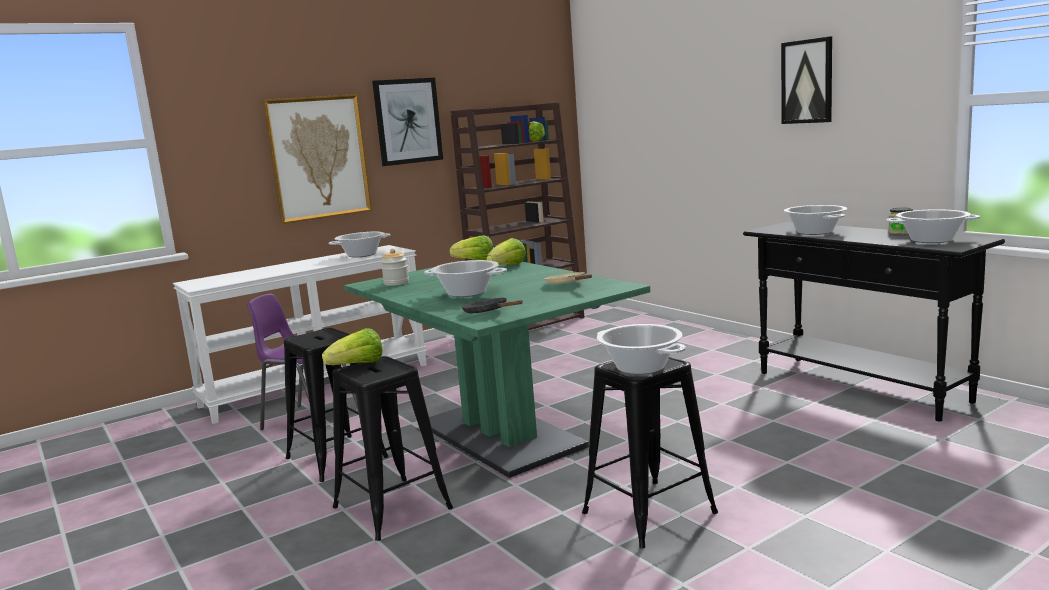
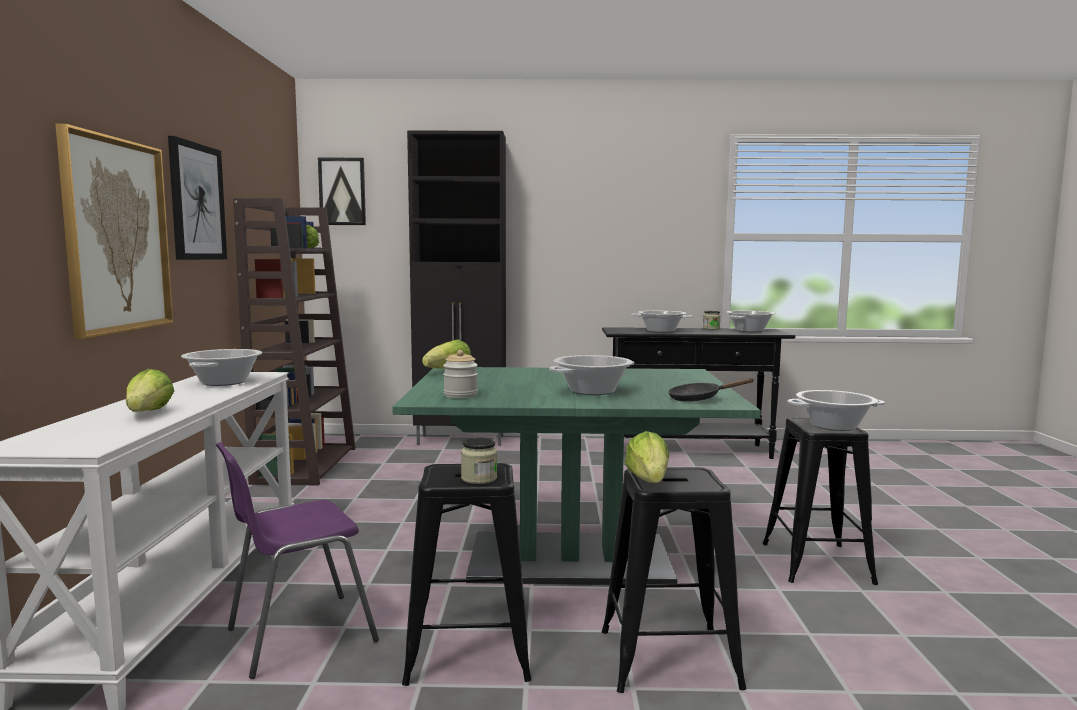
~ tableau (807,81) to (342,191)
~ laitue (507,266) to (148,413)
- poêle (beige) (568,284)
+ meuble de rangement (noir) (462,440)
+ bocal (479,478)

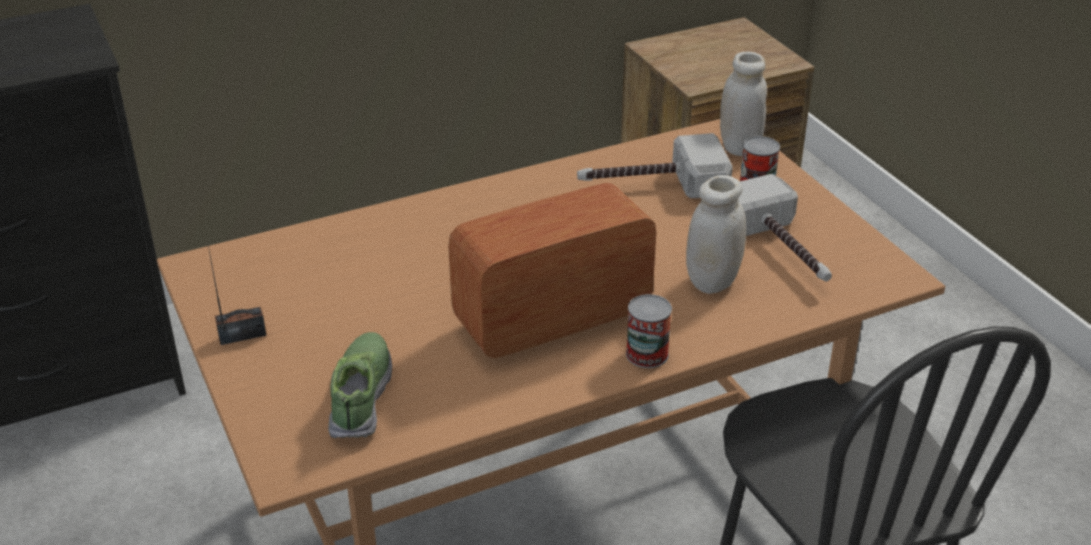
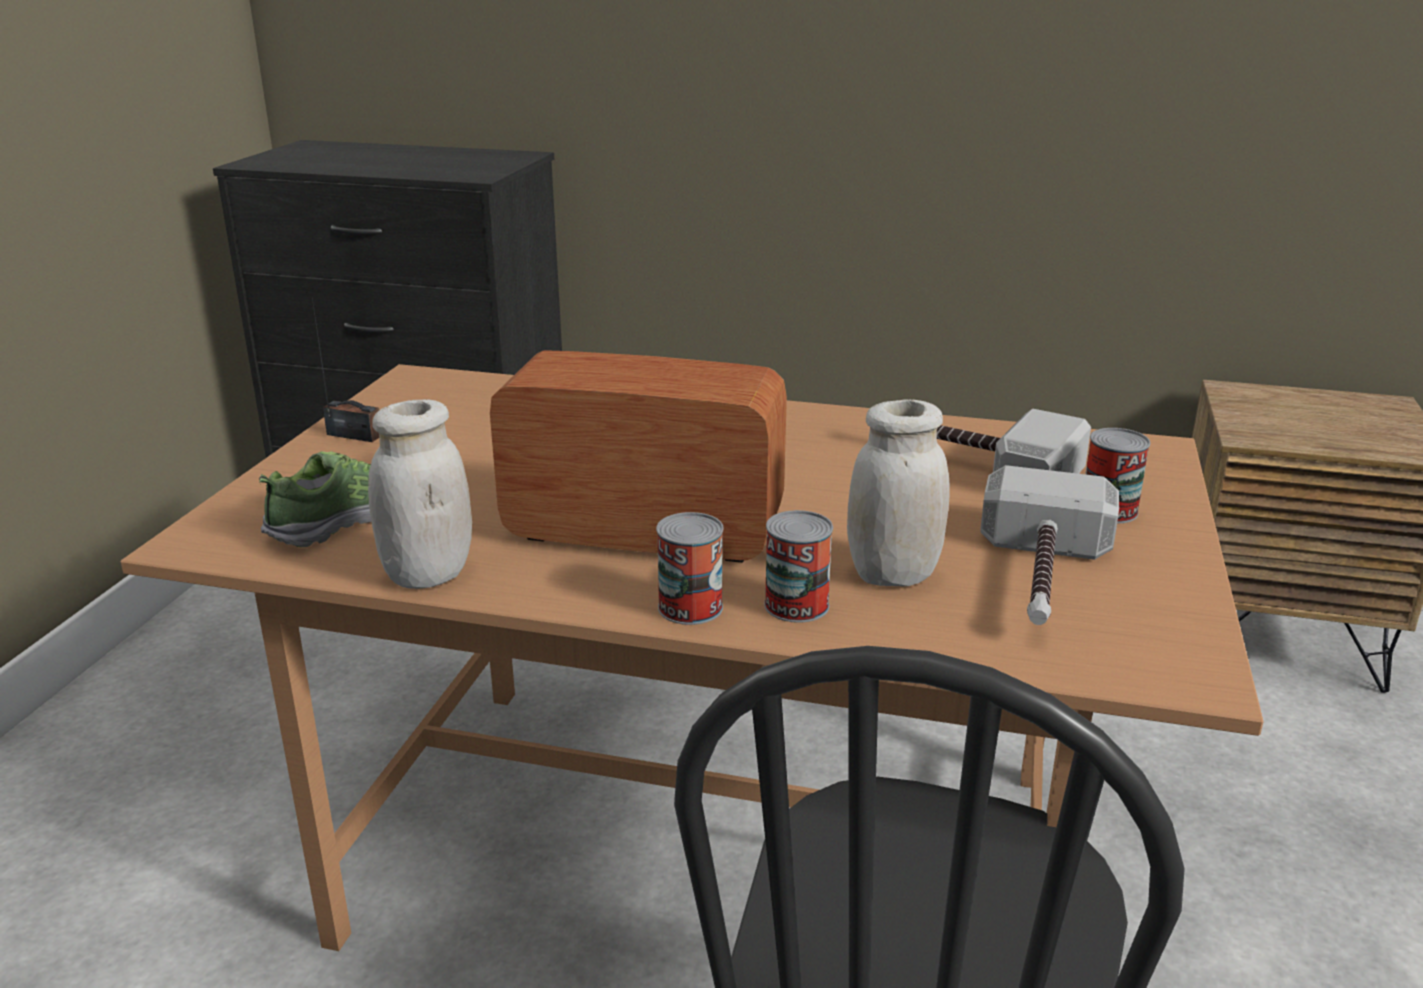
~ bocal (blanc) (739,147) to (428,574)
+ boîte métallique (796,605)

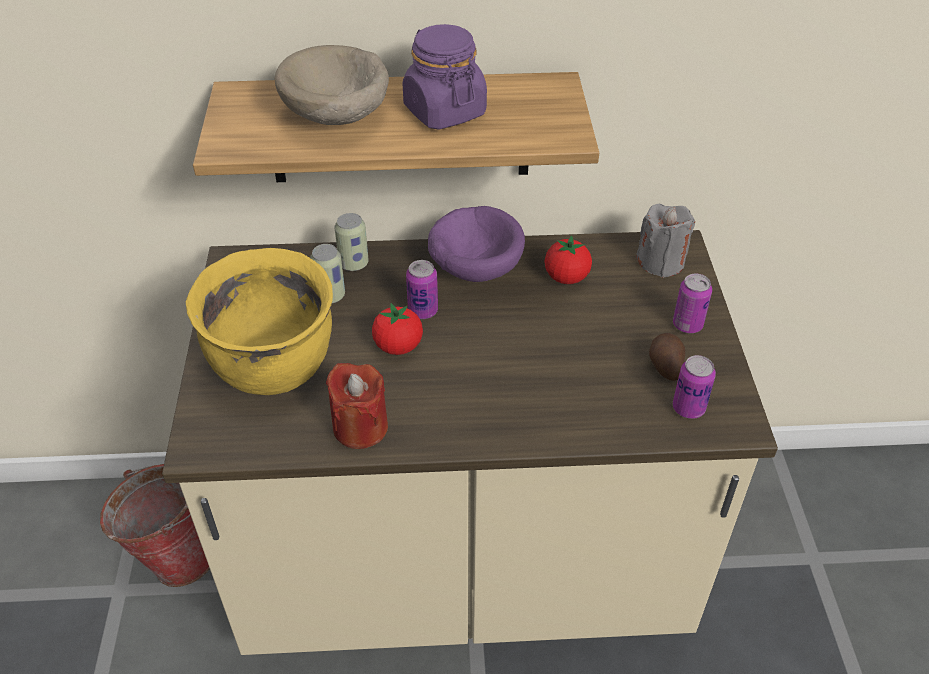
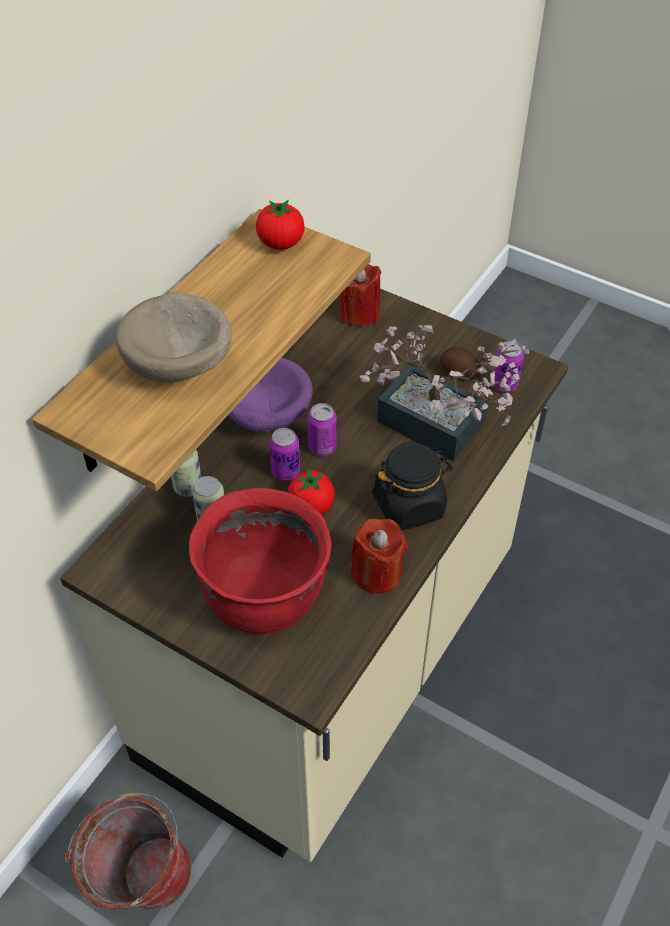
- bocal (violet) (444,111)
~ bougie (gris) (661,262) to bougie (rouge) (359,313)
~ tomate (566,277) to (281,243)
~ marmite (jaune) (275,367) to marmite (rouge) (264,597)
~ boîte métallique (687,325) to (322,447)
+ plante en pot (440,429)
+ bocal (noir) (409,505)

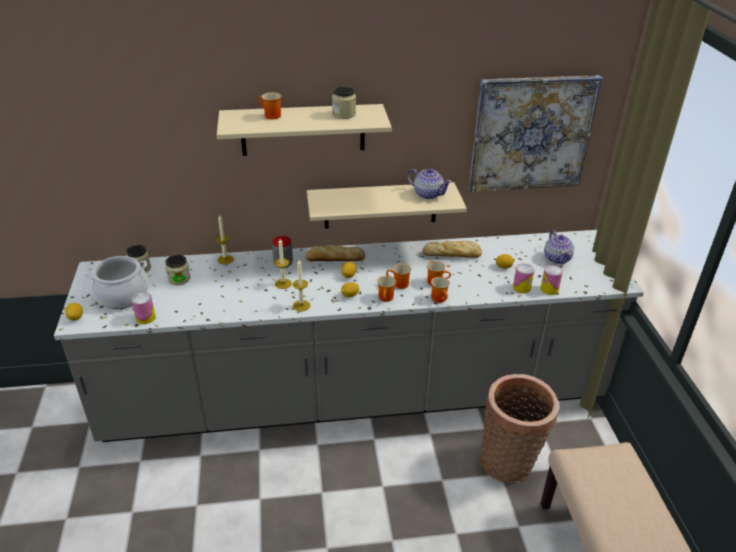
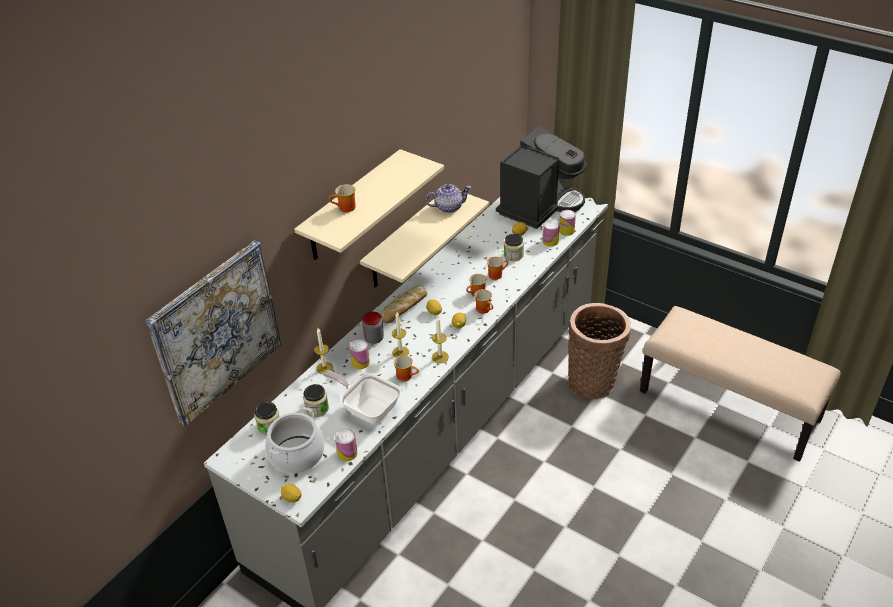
~ tableau (531,134) to (216,331)
~ bocal (344,114) to (513,255)
~ théière (557,258) to machine à café (540,205)
- pain (452,254)
~ mug (440,299) to (406,376)
+ boîte métallique (360,362)
+ poêle (368,408)

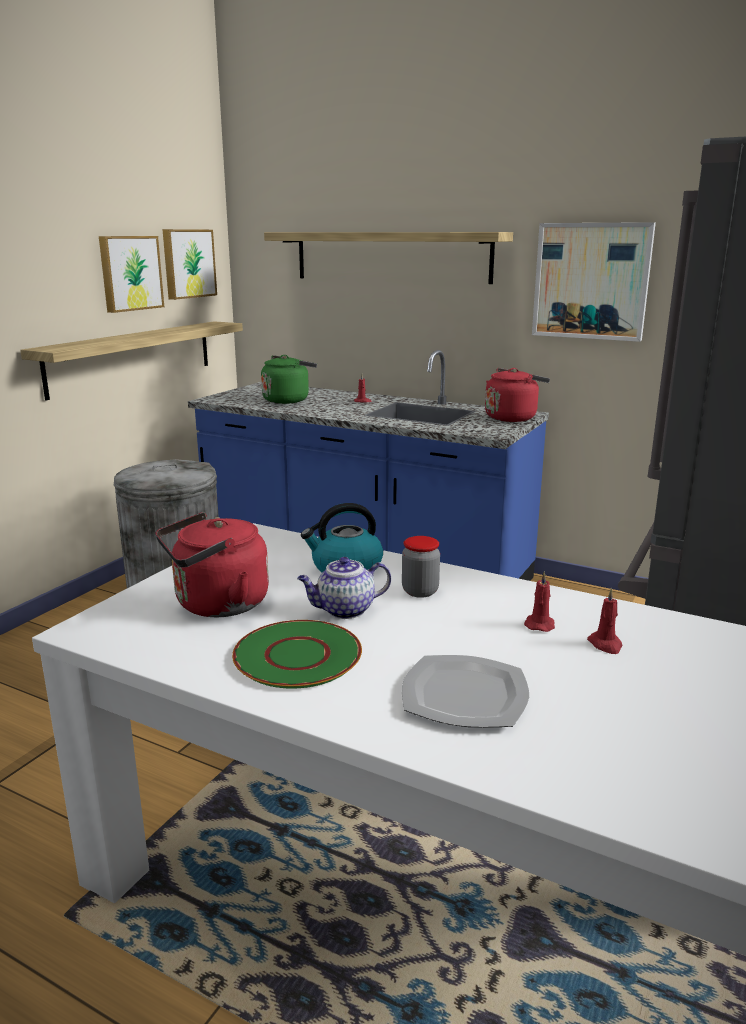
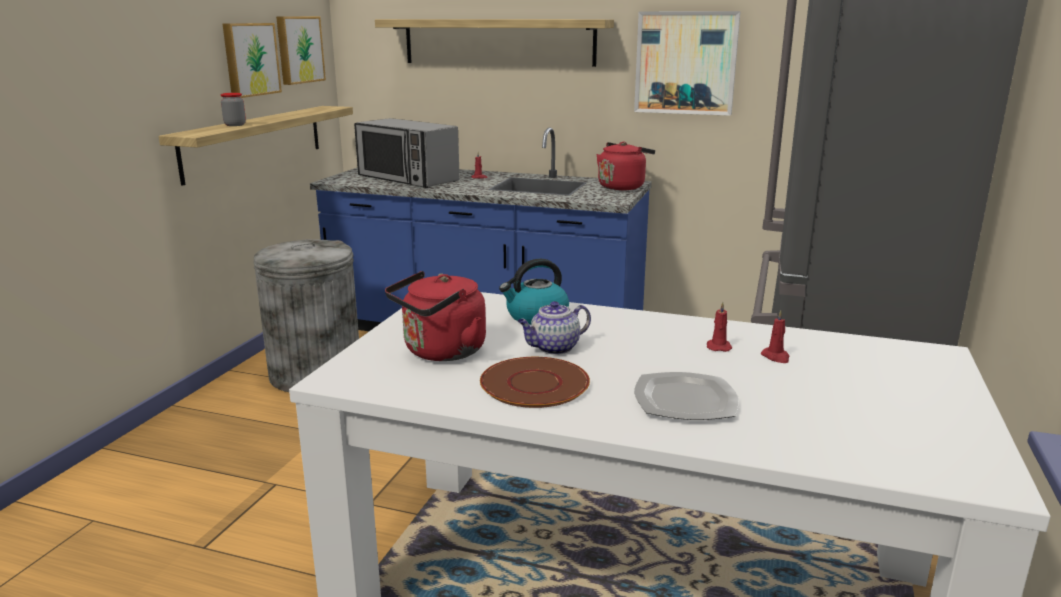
~ bouilloire (vert) (288,400) to micro-ondes (407,179)
~ bocal (420,591) to (235,125)
~ assiette (vert) (297,656) to assiette (marron) (534,384)

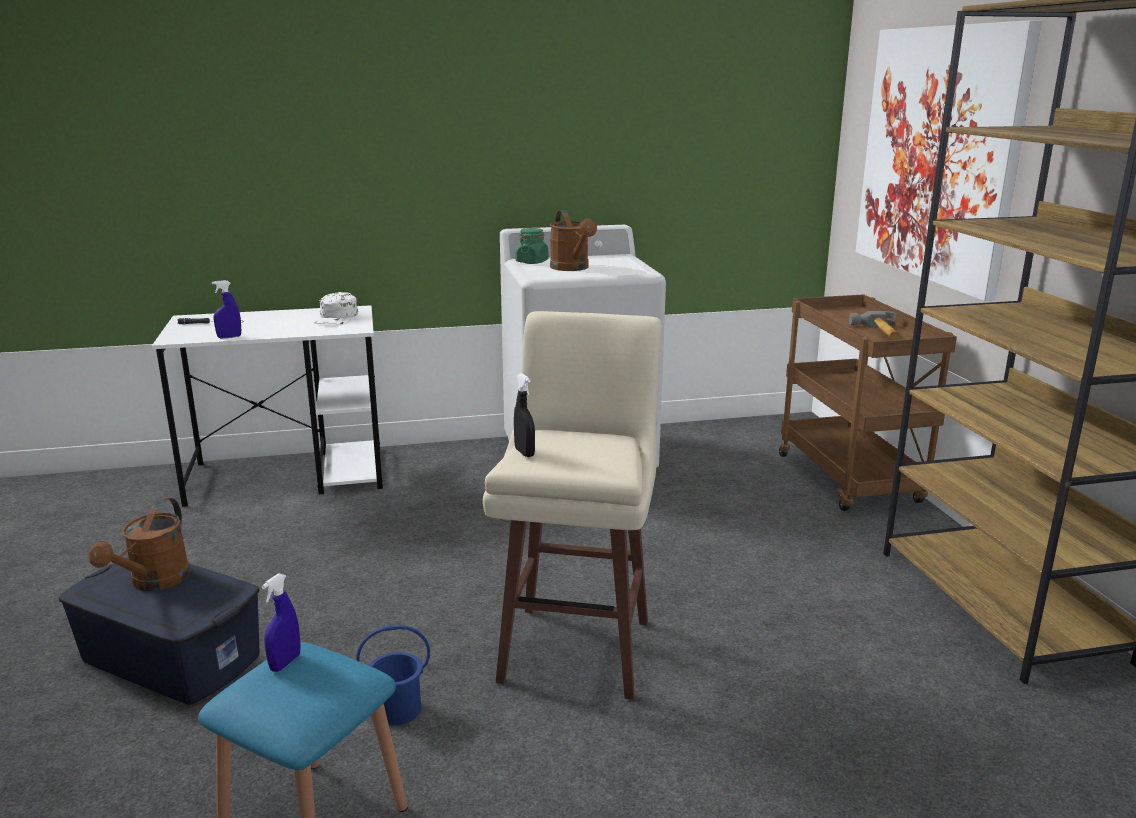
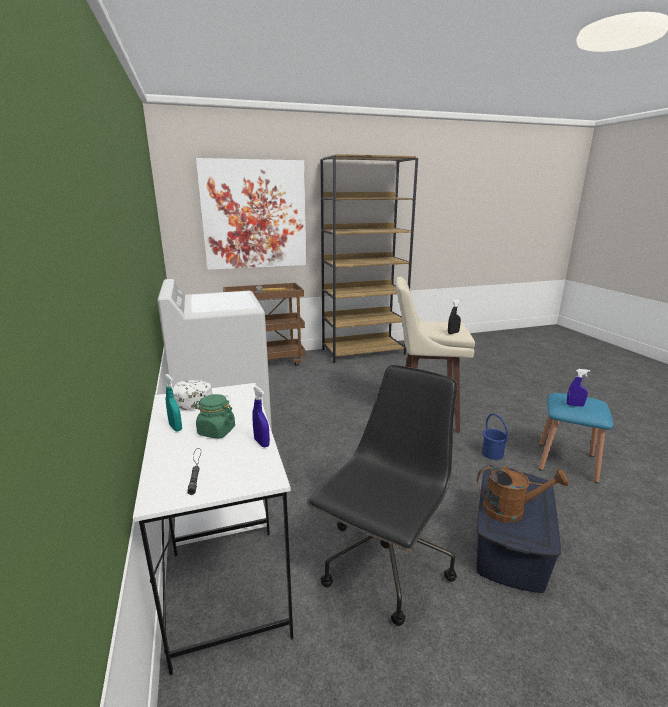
- arrosoir (marron) (572,268)
~ bocal (vert) (532,262) to (216,431)
+ chaise de bureau (noir) (384,566)
+ vaporisateur (turquoise) (175,427)

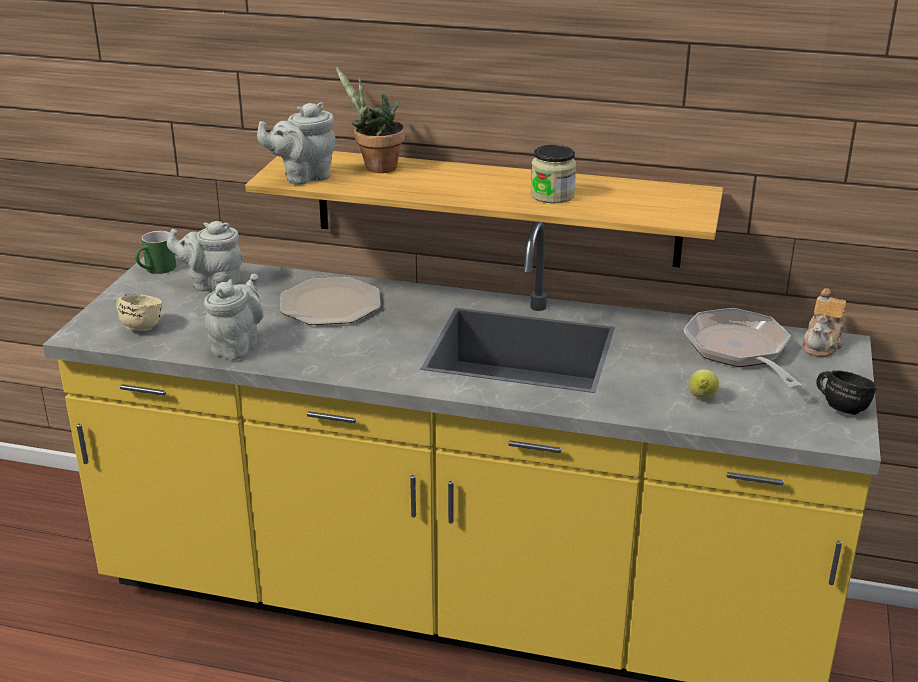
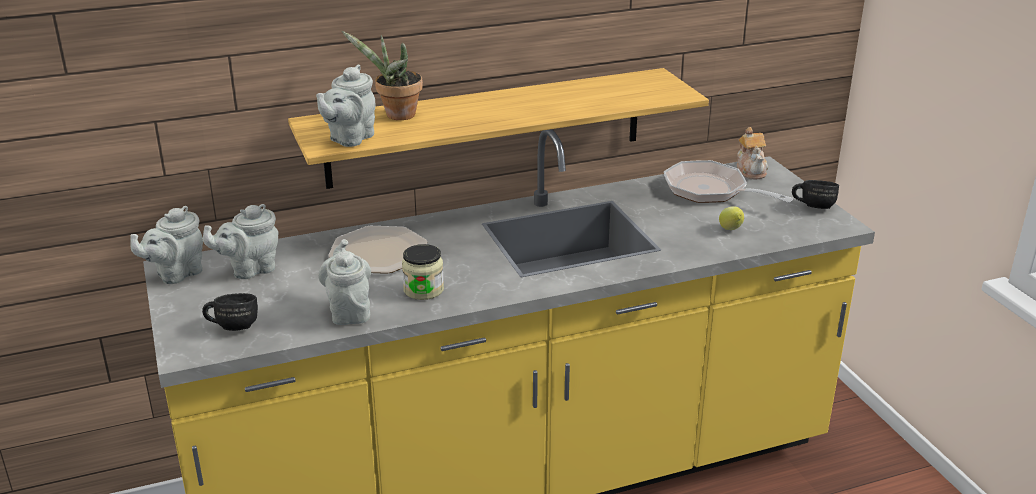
~ bocal (552,195) to (423,290)
~ mug (vert) (156,270) to théière (gris) (176,274)
~ mug (beige) (139,325) to mug (noir) (233,326)

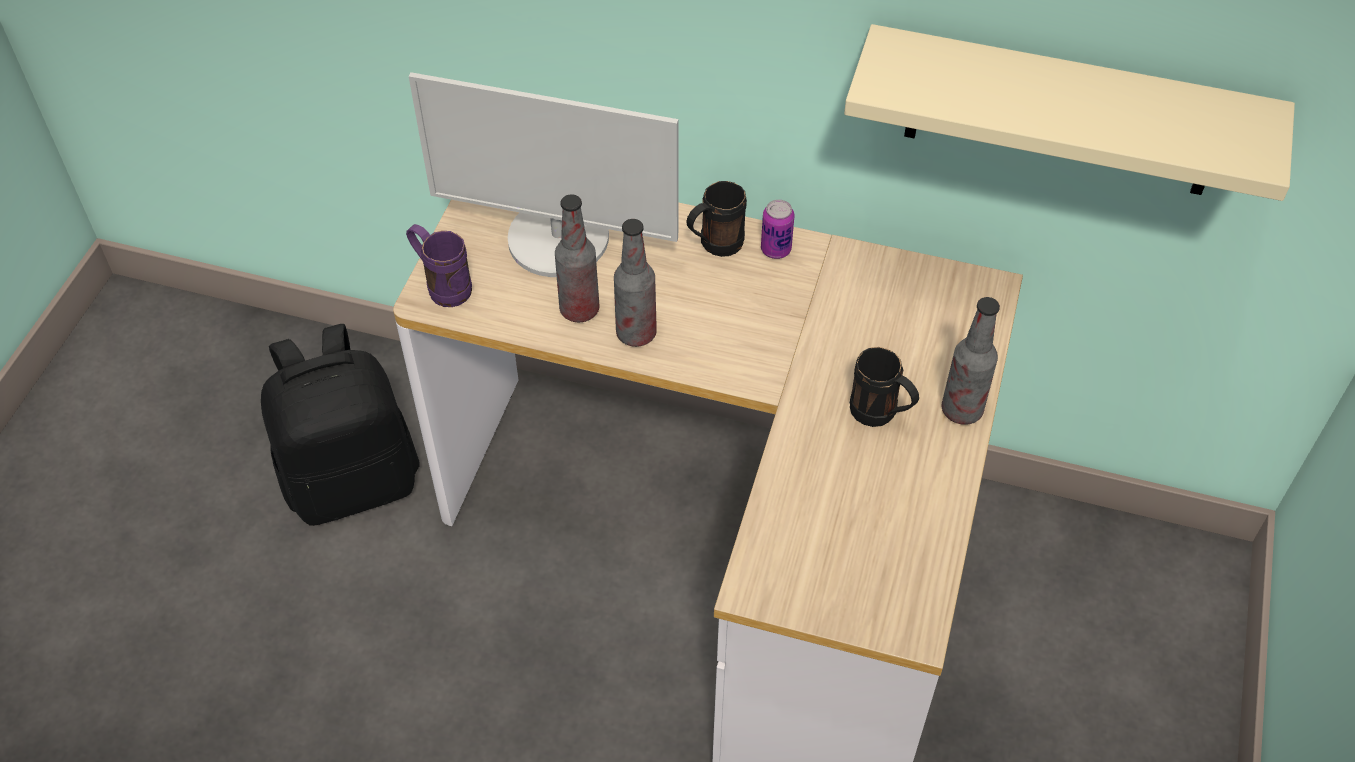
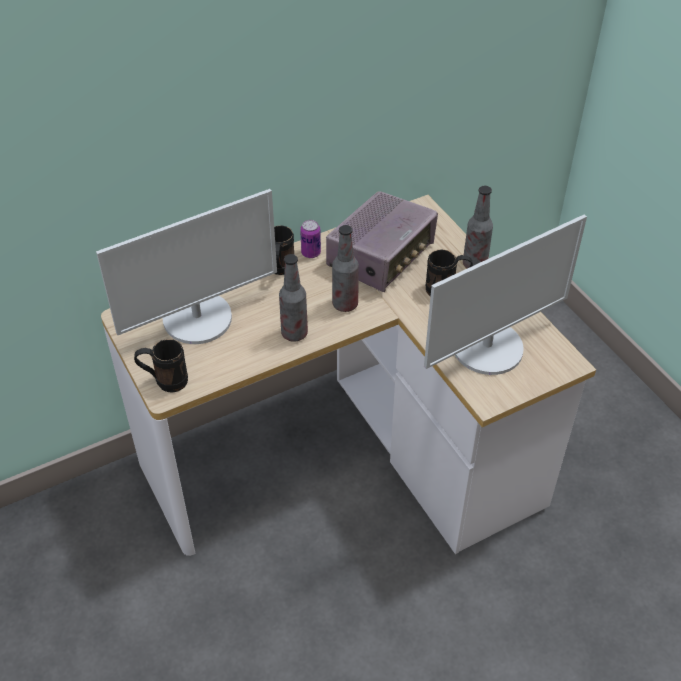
- étagère (beige) (1063,113)
~ bouteille (579,310) to (345,304)
~ mug (violet) (442,286) to mug (noir) (164,382)
- sac à dos (noir) (353,480)
+ radio (381,256)
+ écran d'ordinateur (488,348)

